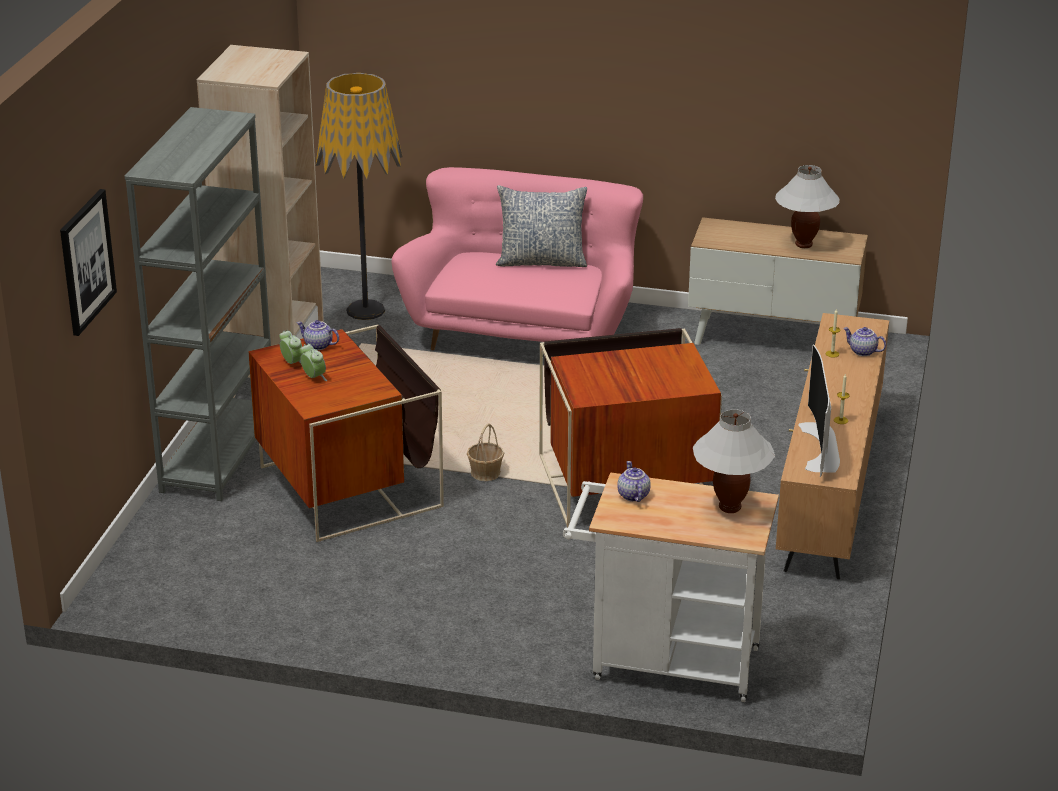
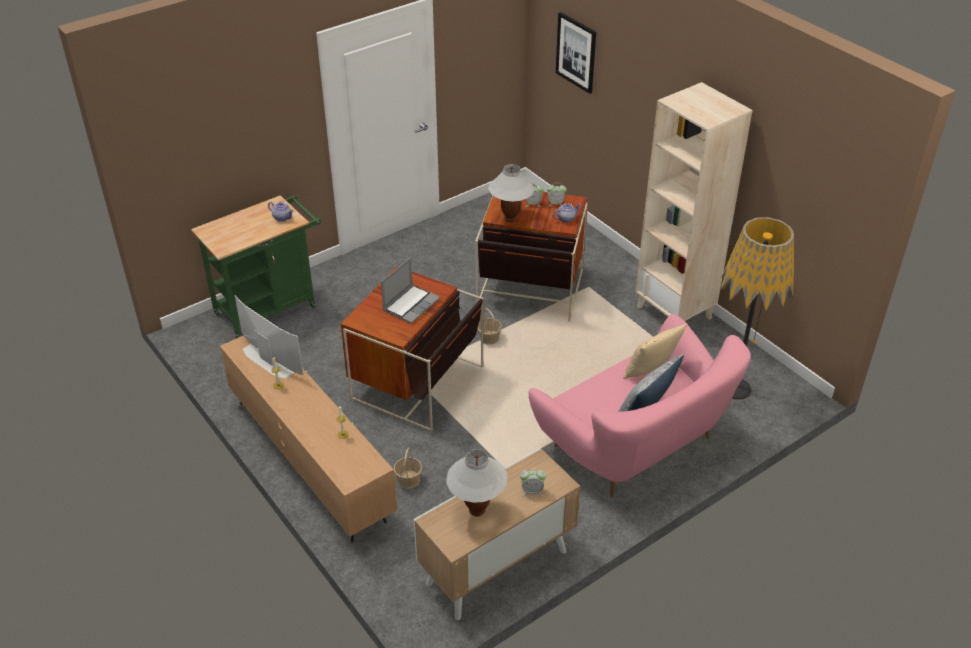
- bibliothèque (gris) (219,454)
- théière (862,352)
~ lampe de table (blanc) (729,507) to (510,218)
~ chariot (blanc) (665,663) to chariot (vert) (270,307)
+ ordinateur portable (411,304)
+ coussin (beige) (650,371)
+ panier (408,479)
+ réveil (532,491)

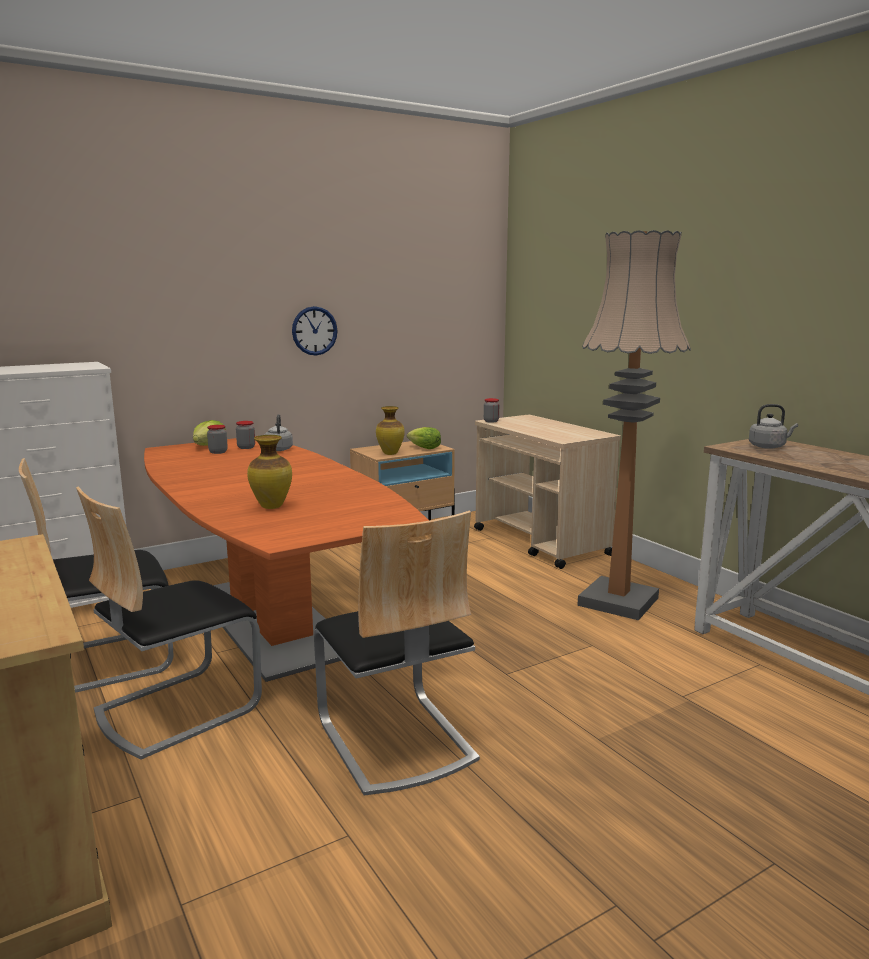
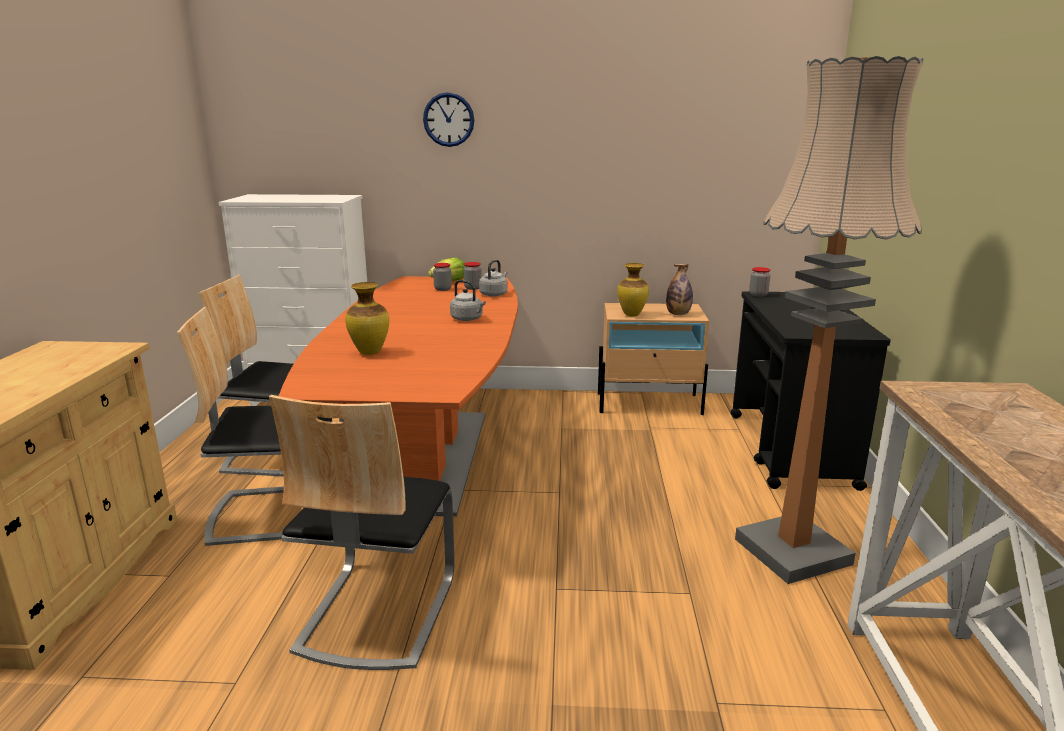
~ horloge murale (314,331) to (448,119)
~ bouilloire (gris) (768,446) to (468,319)
~ chariot (beige) (541,542) to chariot (noir) (790,450)
~ laitue (424,448) to bouteille (678,314)

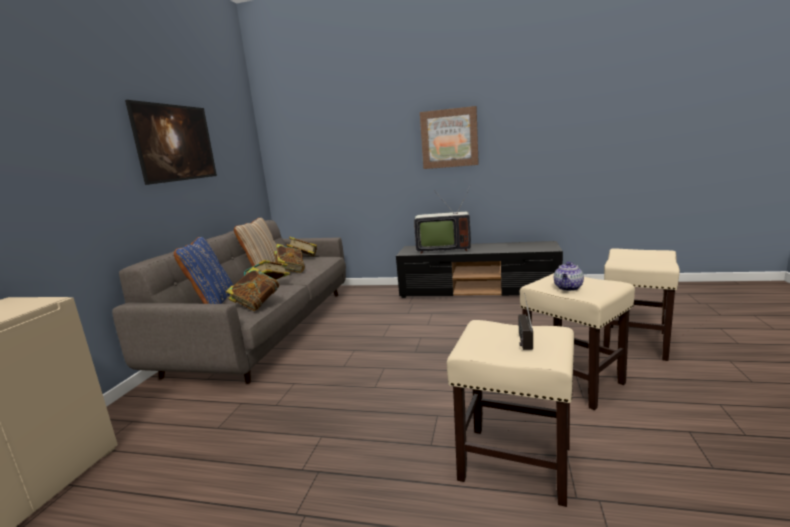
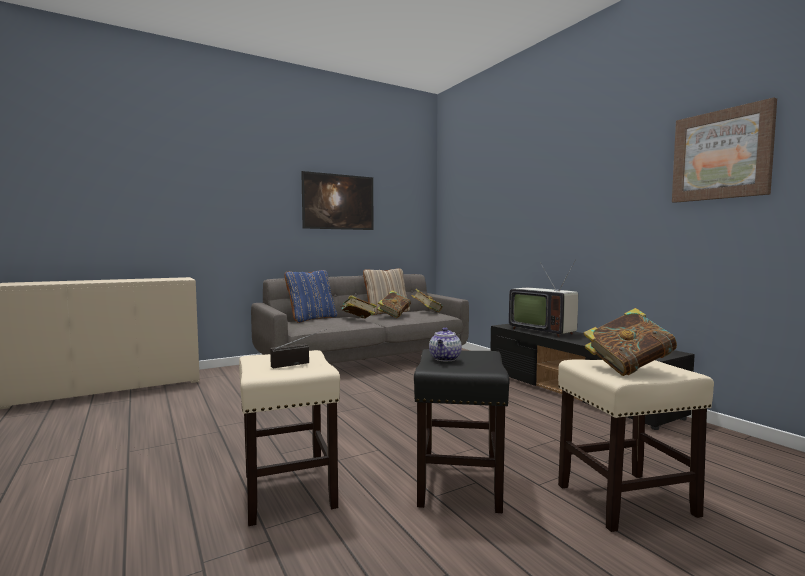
~ tableau (449,138) to (721,155)
~ théière (568,288) = (445,359) 60 degrees counterclockwise
~ livre (256,305) to (628,369)
~ tabouret (beige) (574,382) to tabouret (noir) (460,484)

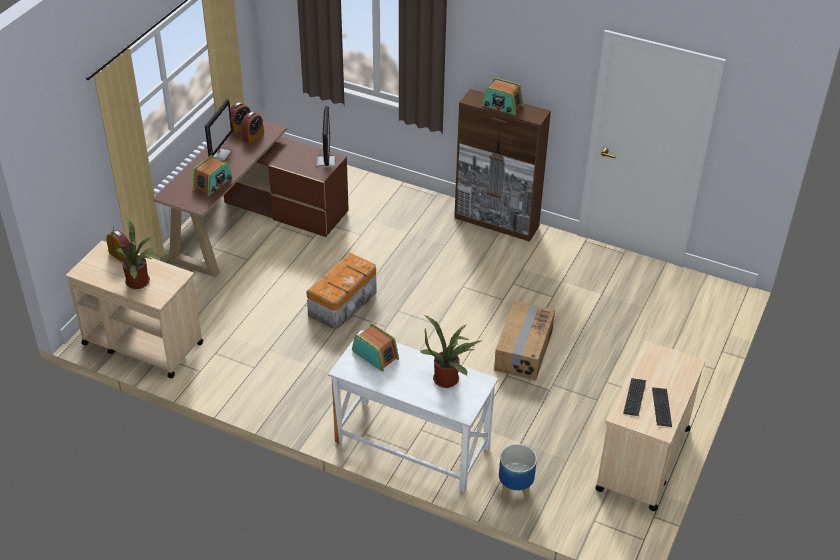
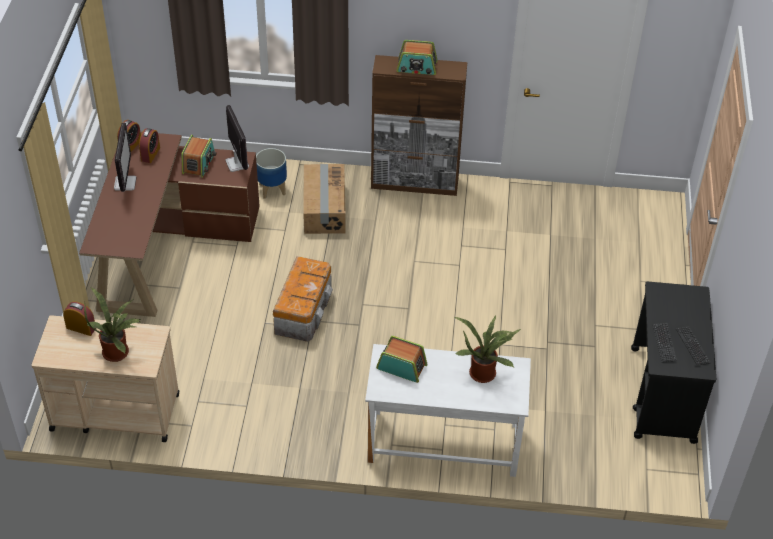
~ radio (213,183) to (199,163)
~ carton (523,350) to (324,209)
~ chariot (beige) (642,460) to chariot (noir) (662,395)
~ cache-pot (515,489) to (272,189)

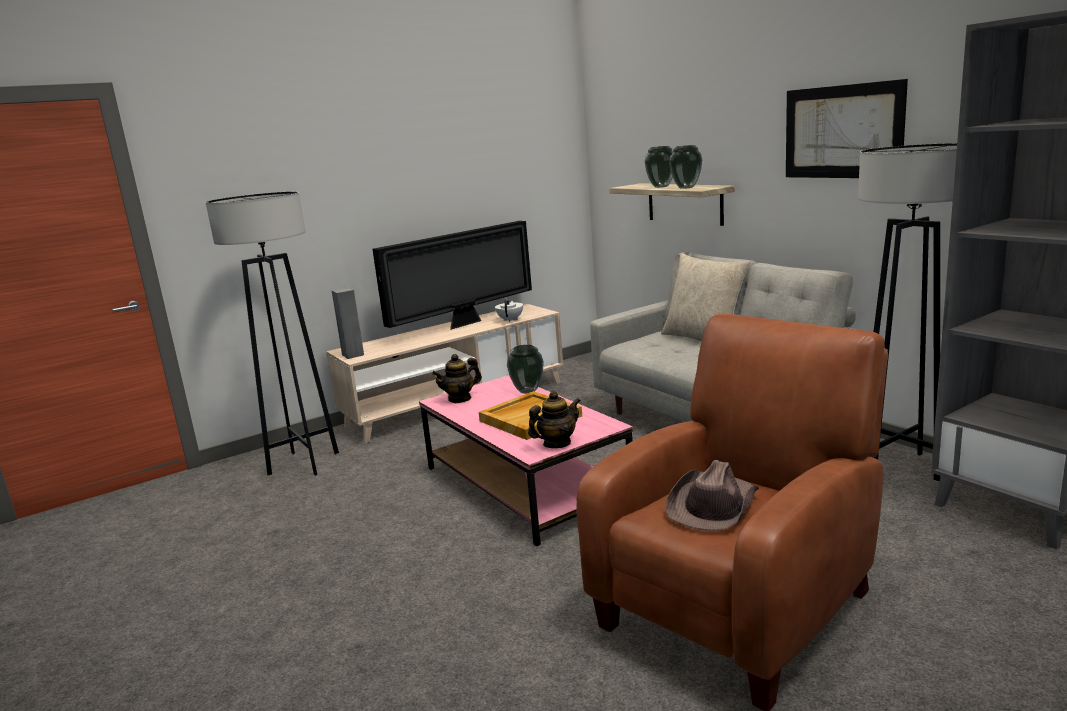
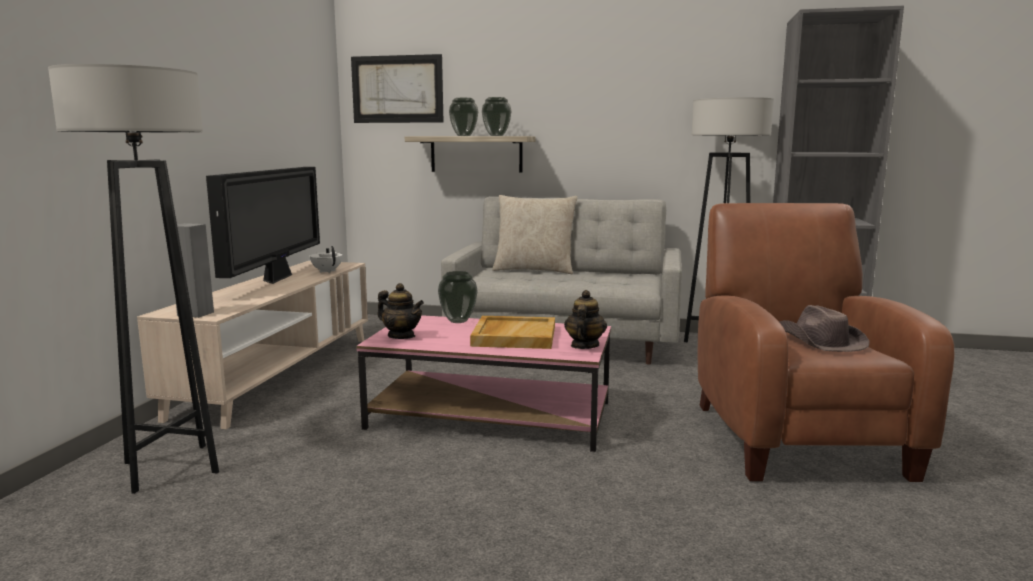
~ tableau (842,132) to (397,89)
~ théière (460,399) = (401,336) 75 degrees counterclockwise

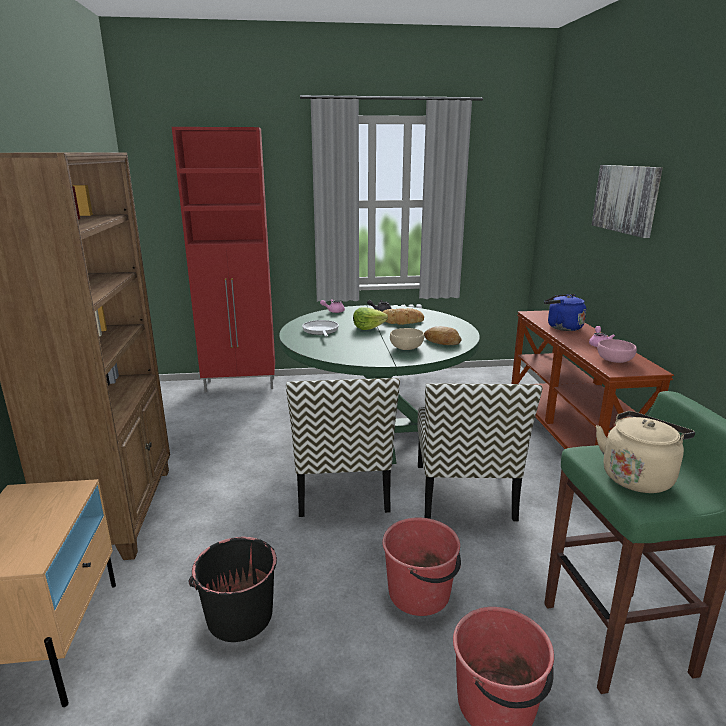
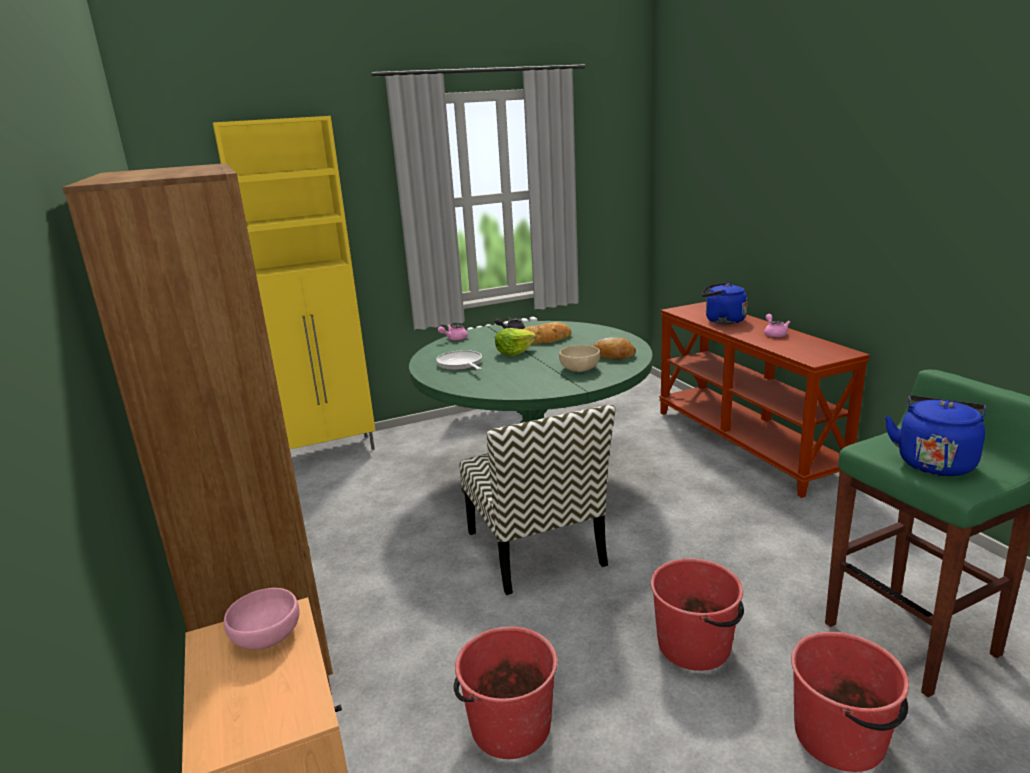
~ meuble de rangement (rouge) (241,385) to meuble de rangement (jaune) (329,452)
- tableau (626,199)
~ bol (rose) (614,360) to (265,635)
- chaise (464,492)
~ bouilloire (beige) (638,477) to bouilloire (bleu) (934,462)
~ seau (noir) (239,616) to seau (rouge) (509,726)

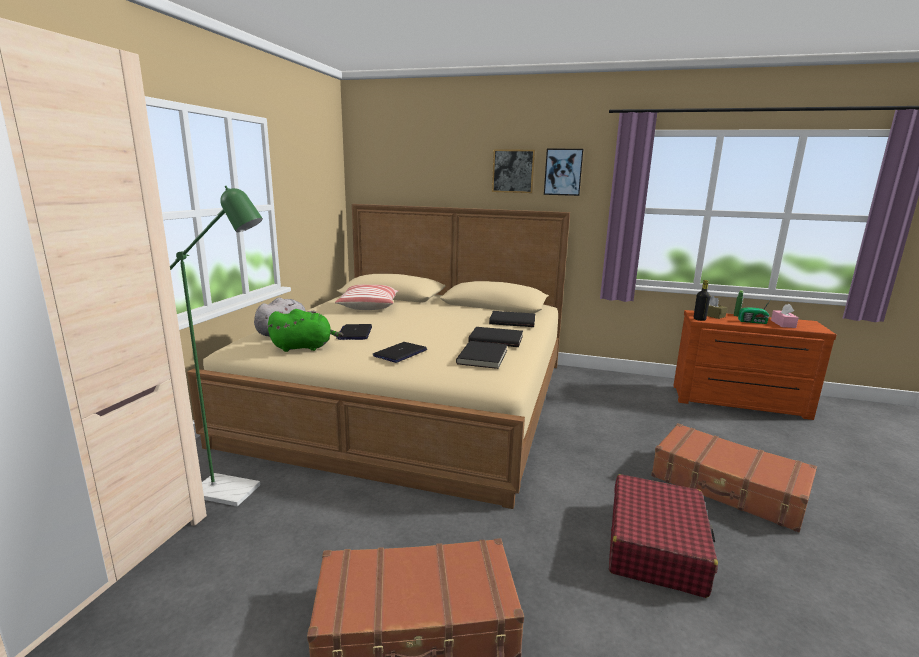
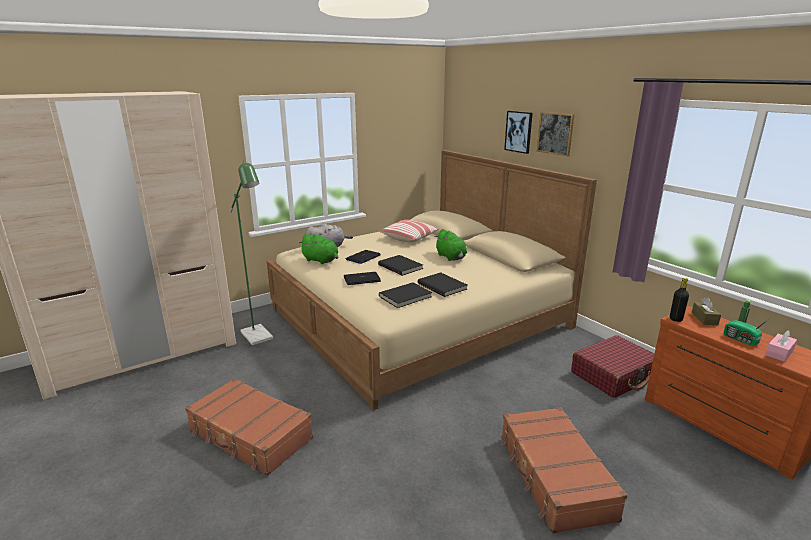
~ tableau (563,172) to (519,131)
~ livre (noir) (512,321) to (401,266)
~ valise (rouge) (656,546) to (614,375)
+ peluche (vert) (451,257)

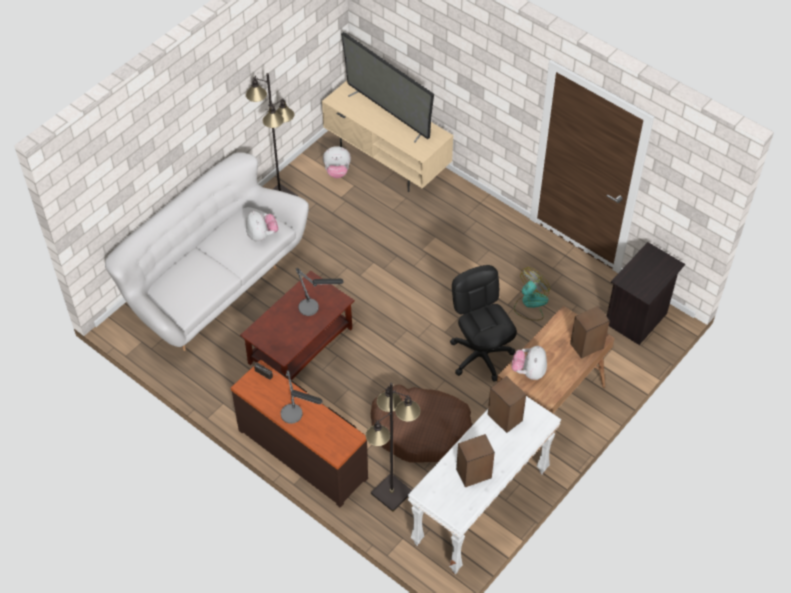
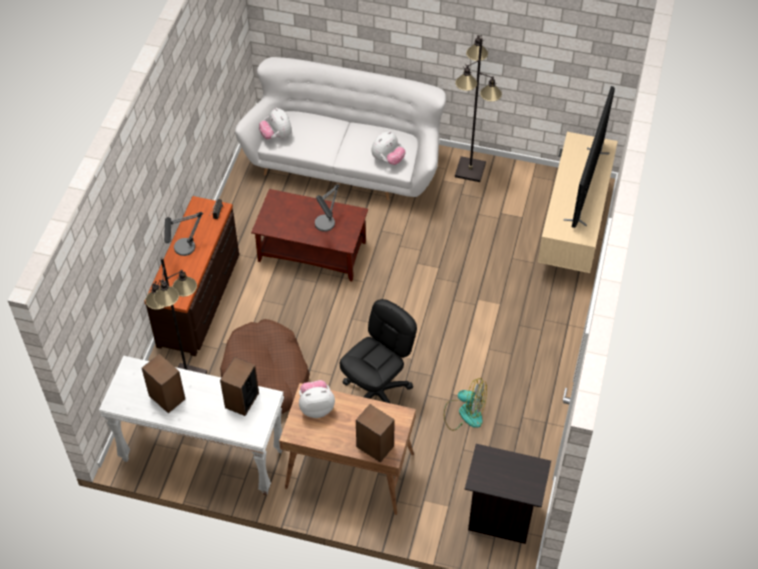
~ peluche (337,171) to (276,136)

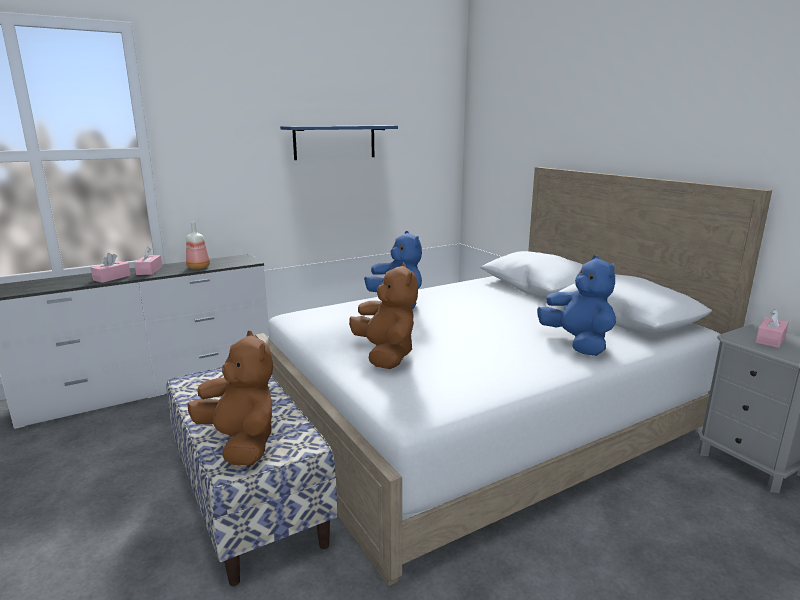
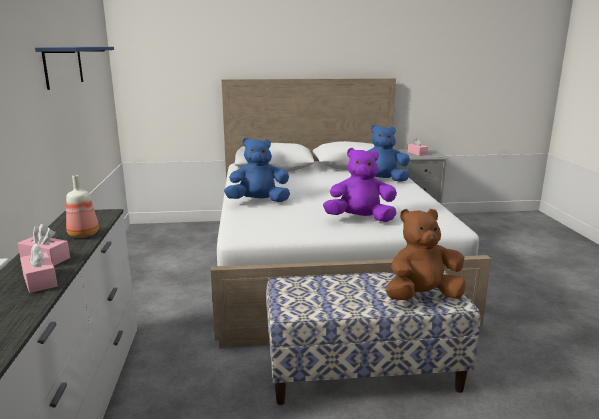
~ peluche (marron) (386,355) to peluche (violet) (360,219)

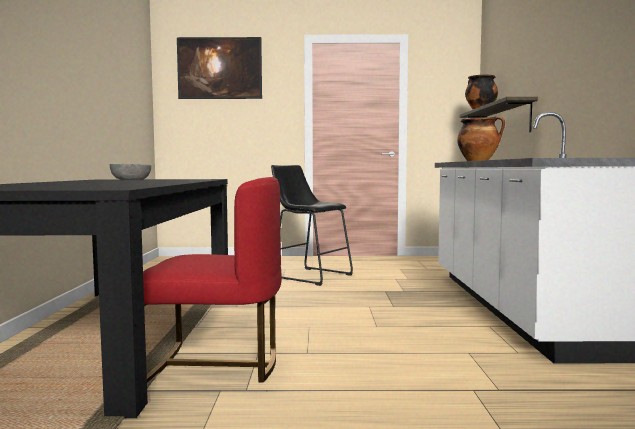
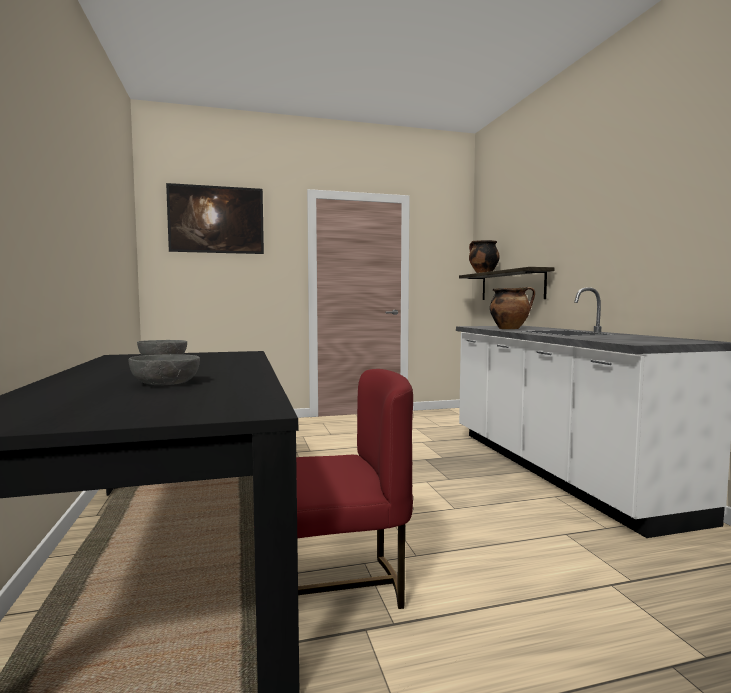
- tabouret (noir) (309,276)
+ bol (gris) (166,383)

